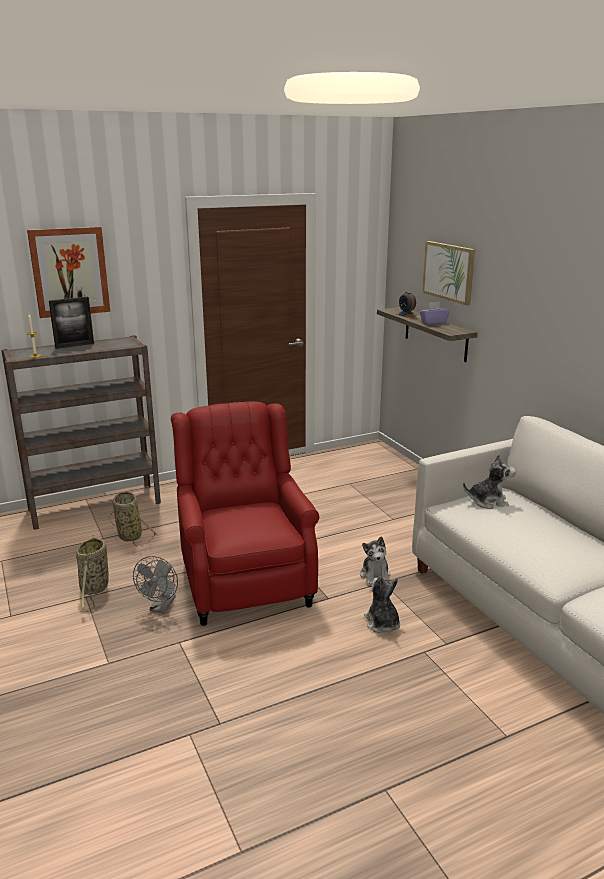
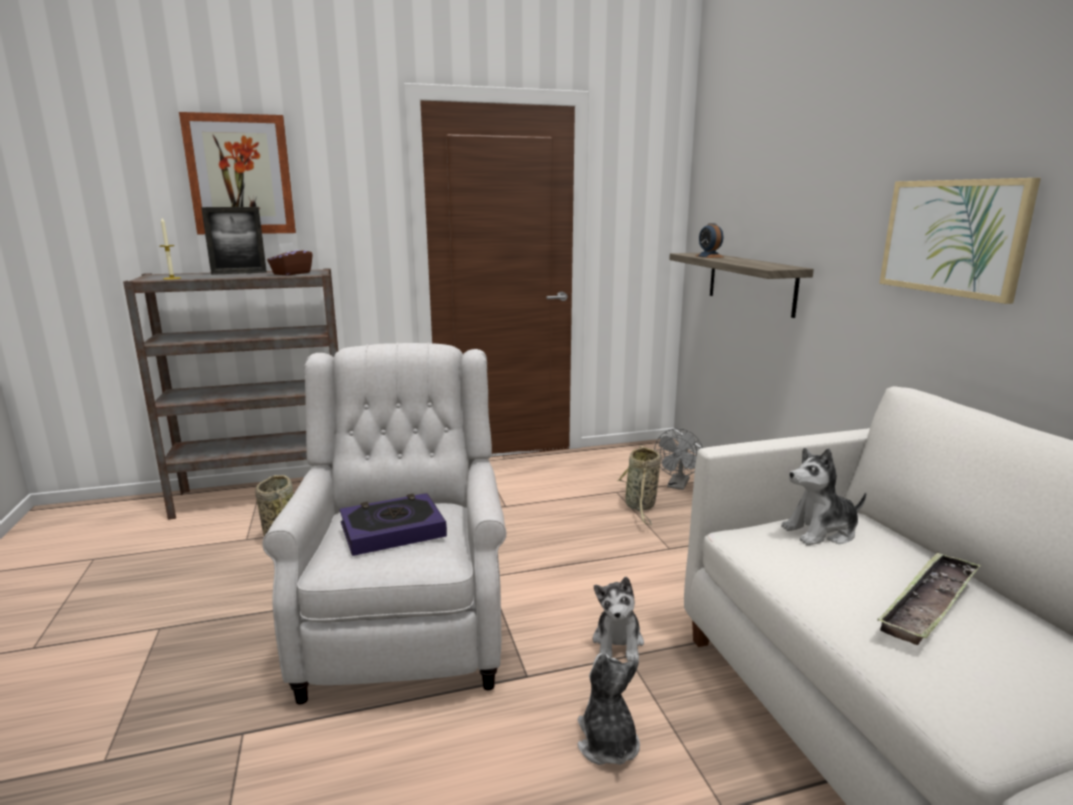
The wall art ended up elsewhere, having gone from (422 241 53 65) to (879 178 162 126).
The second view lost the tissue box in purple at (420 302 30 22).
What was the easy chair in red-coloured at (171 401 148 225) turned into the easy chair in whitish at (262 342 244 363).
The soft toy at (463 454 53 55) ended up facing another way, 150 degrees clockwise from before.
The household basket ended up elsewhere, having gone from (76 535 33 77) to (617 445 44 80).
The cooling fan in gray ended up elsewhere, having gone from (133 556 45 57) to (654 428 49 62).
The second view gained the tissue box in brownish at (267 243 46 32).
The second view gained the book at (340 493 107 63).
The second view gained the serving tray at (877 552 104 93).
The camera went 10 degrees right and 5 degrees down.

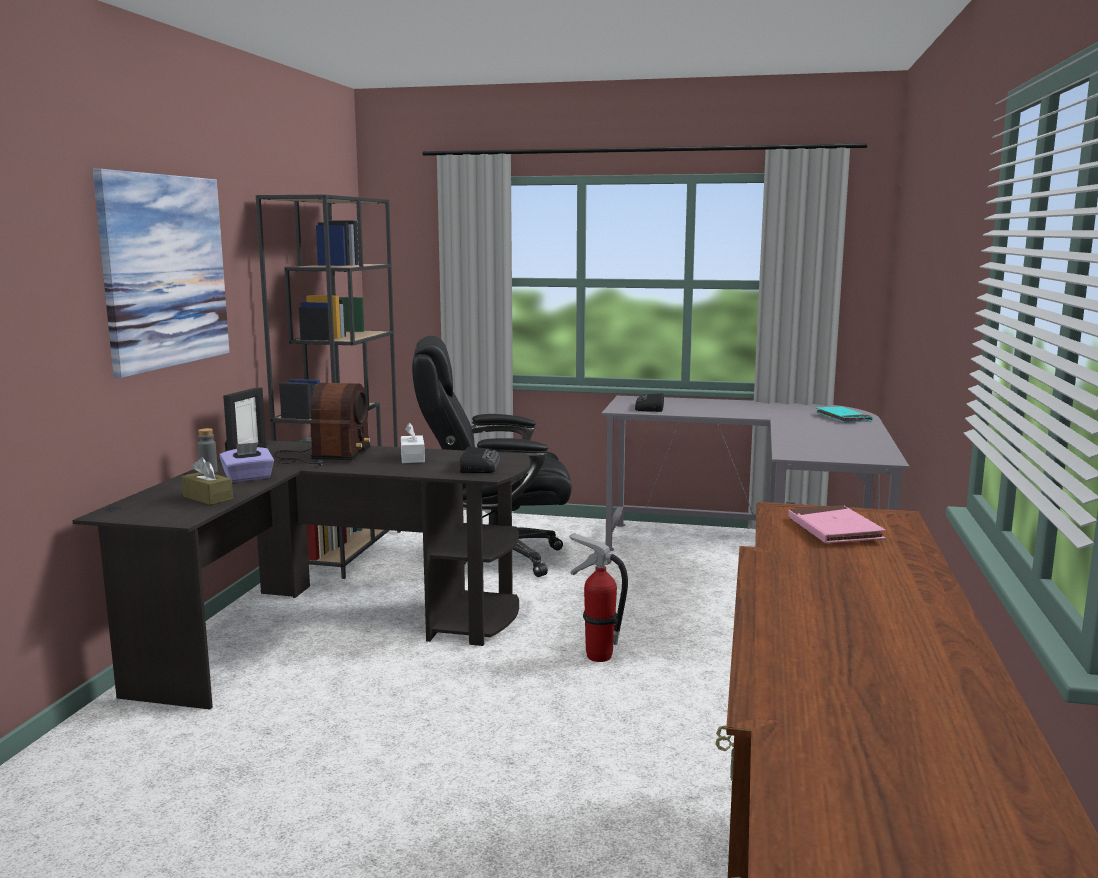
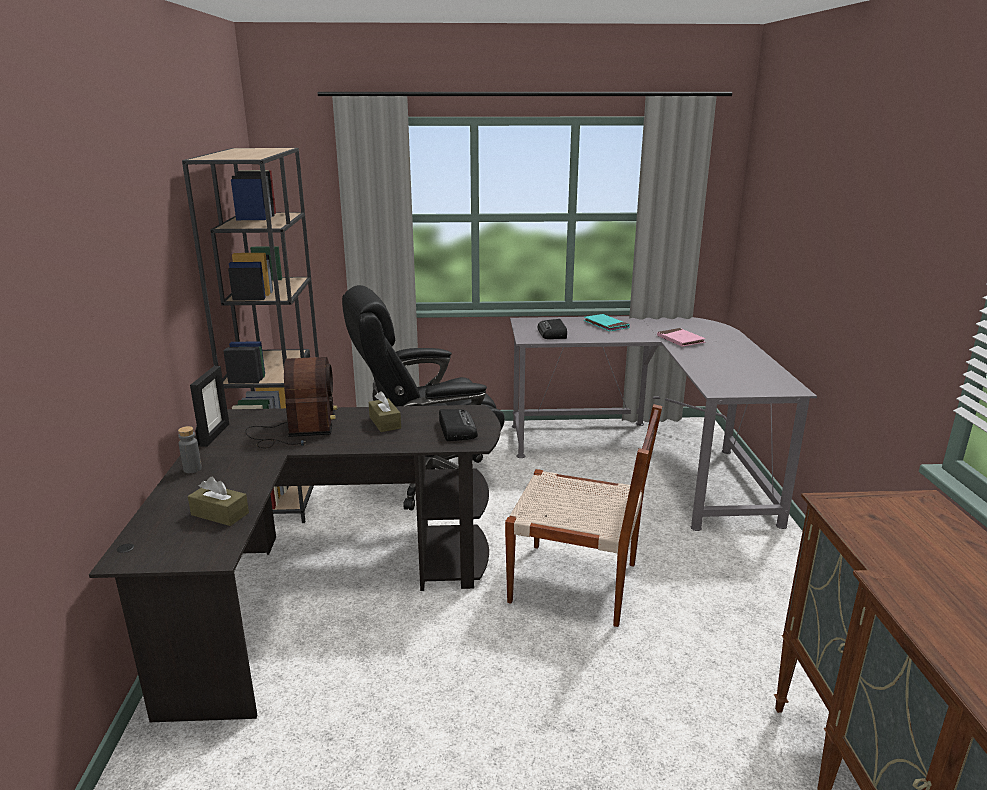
The second view lost the wall art at (93 169 136 209).
The book in turquoise ended up elsewhere, having gone from (815 407 58 16) to (584 314 46 18).
What was the tissue box in whitish at (401 423 24 40) turned into the tissue box in brownish at (369 391 32 41).
The second view lost the tissue box in purple at (219 442 55 40).
The book in pink-coloured ended up elsewhere, having gone from (788 505 98 39) to (657 328 48 19).
Where the fire-fighting cylinder stood at (569 533 59 129), the chair came to stand at (505 404 158 223).
The camera went 15 degrees left and 10 degrees up.

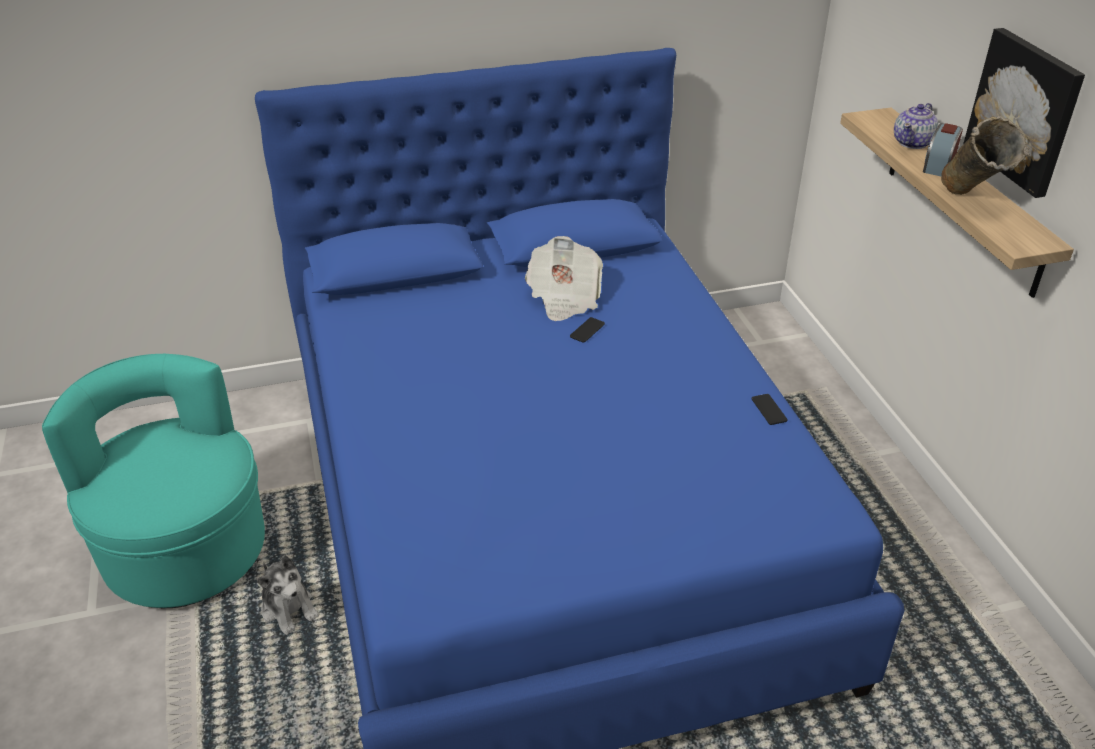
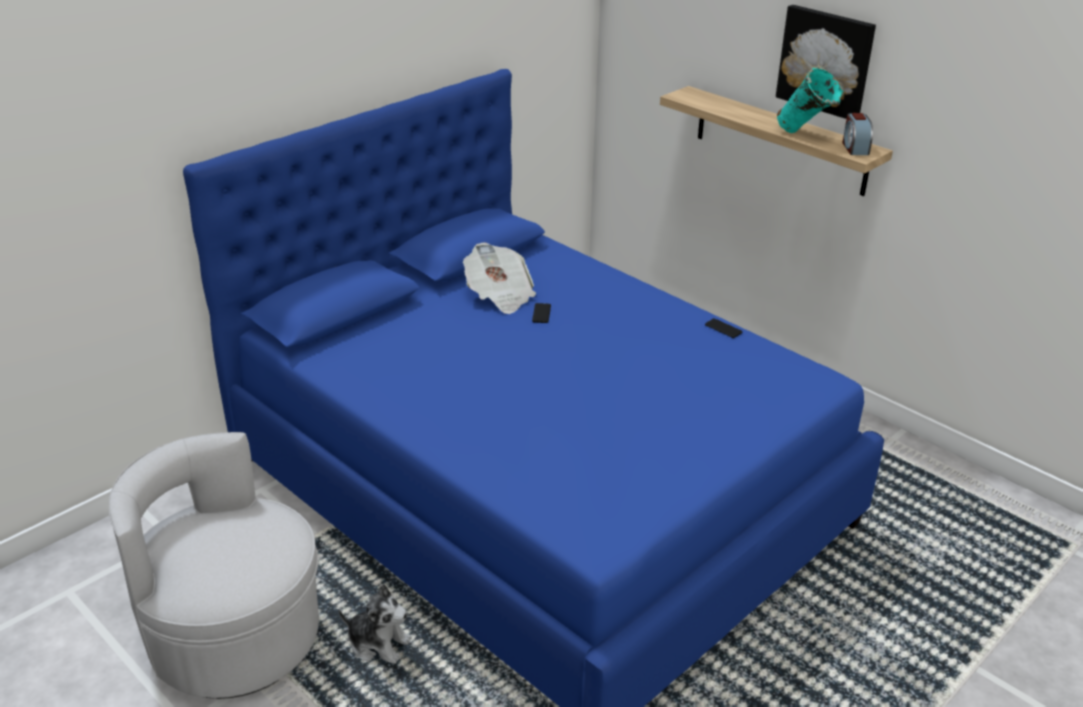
The second view lost the teapot at (894 103 45 46).
What was the decorative vase in beige at (941 116 89 79) turned into the decorative vase in turquoise at (777 67 67 66).
The alarm clock ended up elsewhere, having gone from (923 123 40 54) to (843 113 30 42).
What was the easy chair in turquoise at (42 354 223 254) turned into the easy chair in whitish at (109 432 210 267).
The camera went 30 degrees left and 5 degrees down.

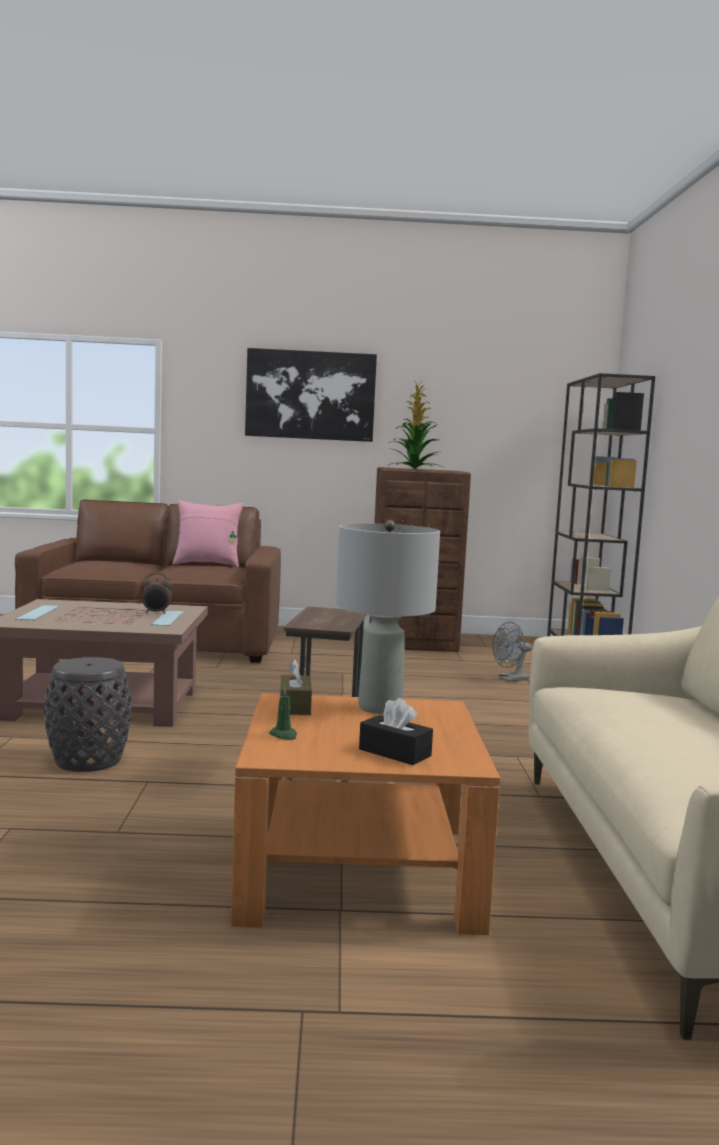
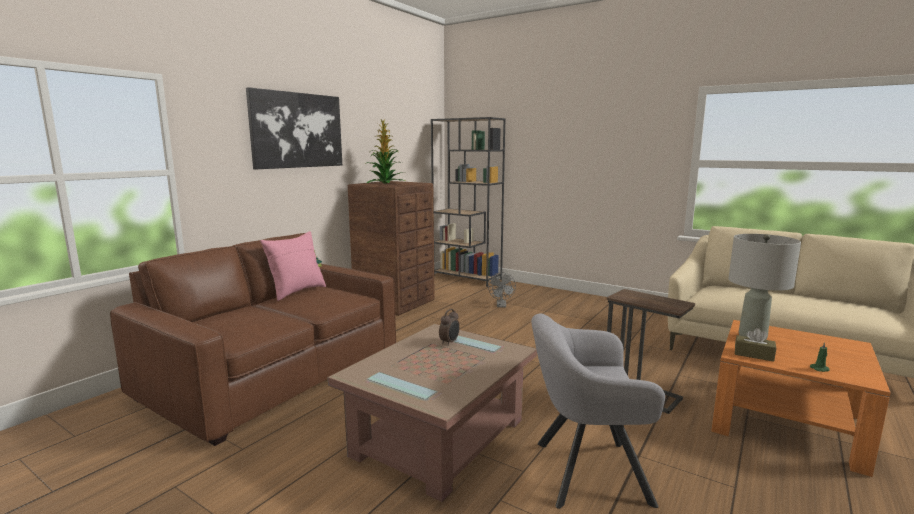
Where the stool in gray stood at (44 657 88 115), the easy chair in gray came to stand at (531 313 134 196).
The second view lost the tissue box in black at (359 698 74 67).
The camera went 55 degrees left and 5 degrees up.

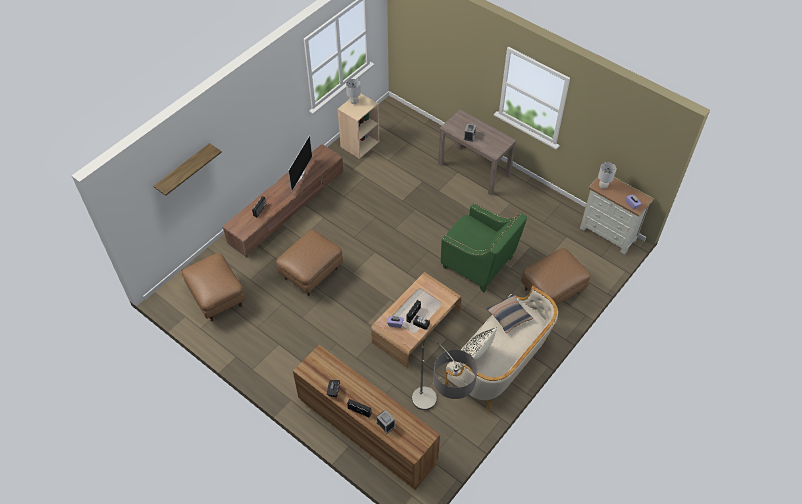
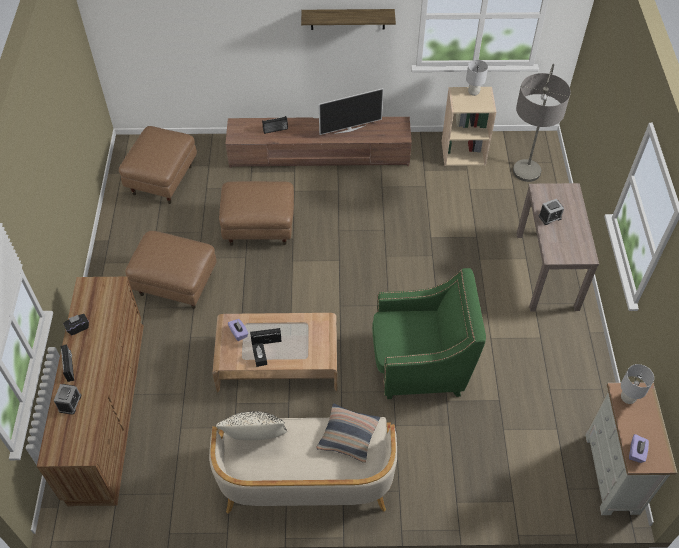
The wall shelf ended up elsewhere, having gone from (153 143 69 53) to (301 9 95 21).
The easy chair in greenish at (440 203 87 89) ended up facing another way, 90 degrees counterclockwise from before.
The pouffe in brownish ended up elsewhere, having gone from (521 248 70 57) to (125 231 91 78).
The standard lamp ended up elsewhere, having gone from (412 338 65 72) to (513 64 58 118).
The camera went 50 degrees right and 0 degrees up.

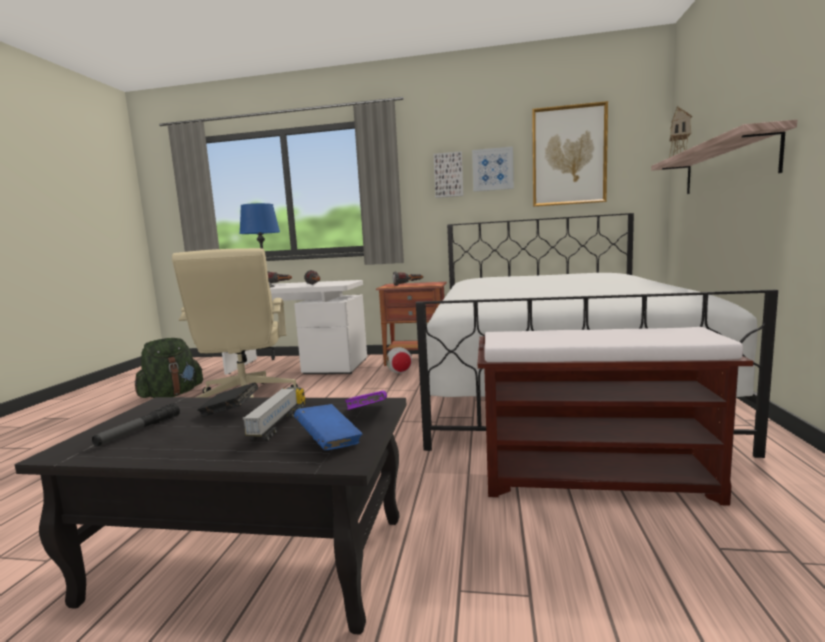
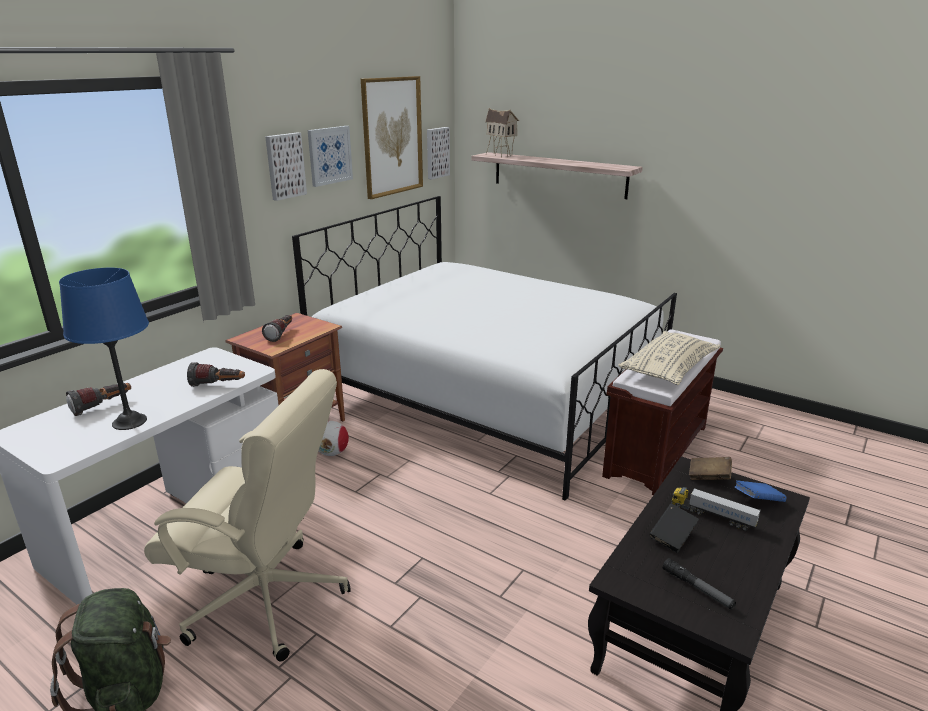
What was the book in purple at (344 391 43 19) turned into the book in brownish at (689 457 43 23).
The second view gained the wall art at (427 127 23 52).
The second view gained the cushion in beige at (618 331 102 54).
The camera went 65 degrees left and 15 degrees up.

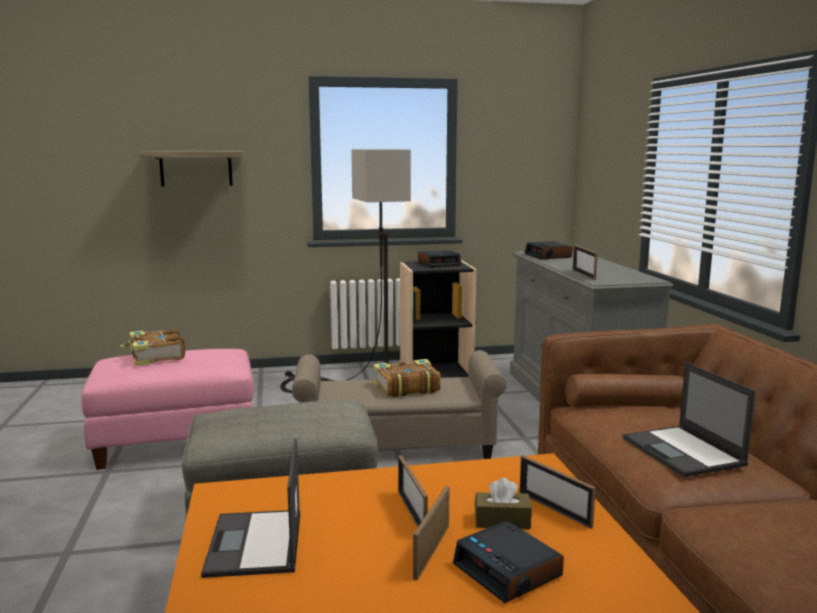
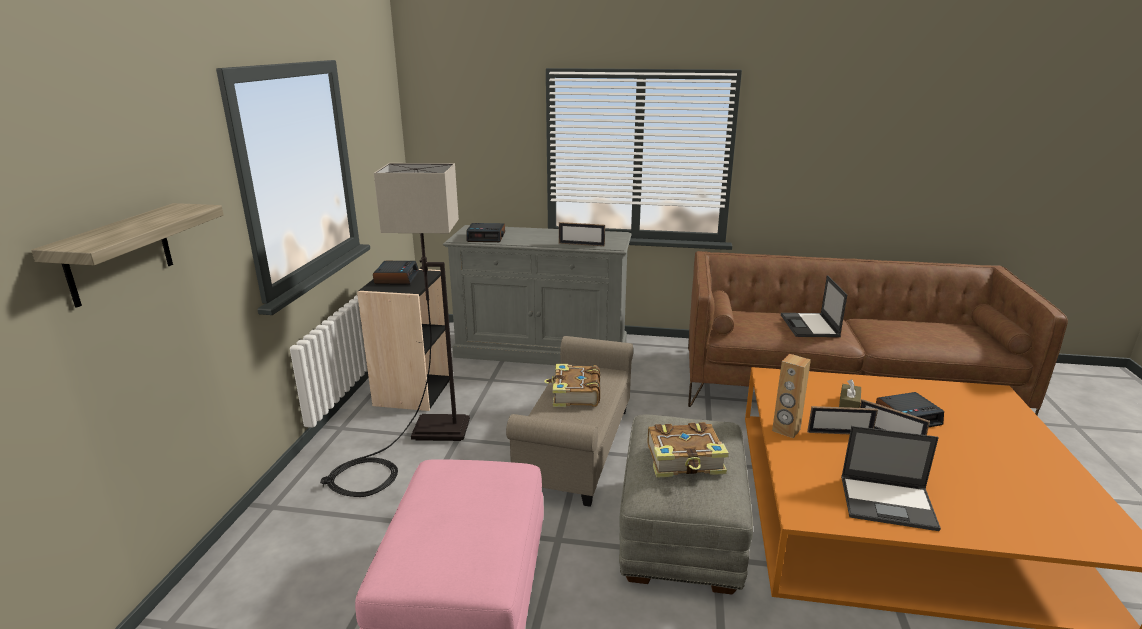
The book ended up elsewhere, having gone from (120 328 65 38) to (648 422 81 56).
The portable computer at (623 362 133 115) ended up facing another way, 90 degrees clockwise from before.
The second view lost the picture frame at (519 455 77 74).
The second view gained the speaker in brownish at (772 354 39 84).
The camera went 70 degrees left and 10 degrees up.

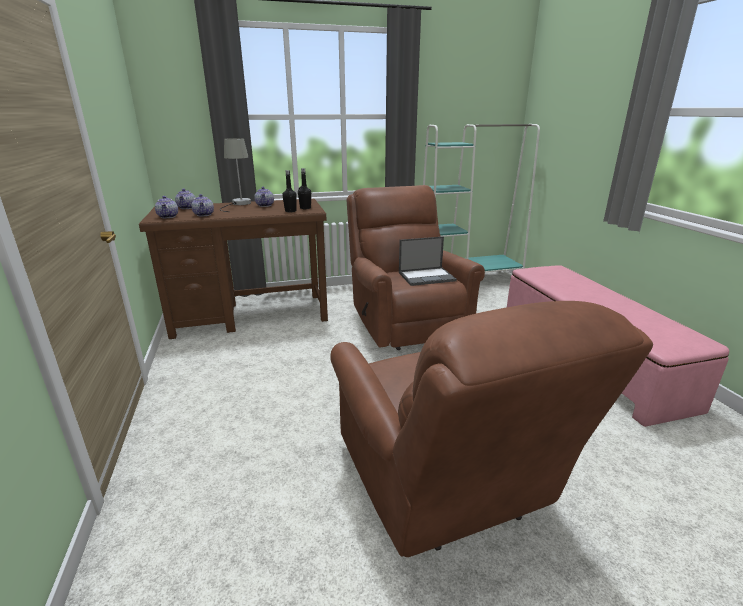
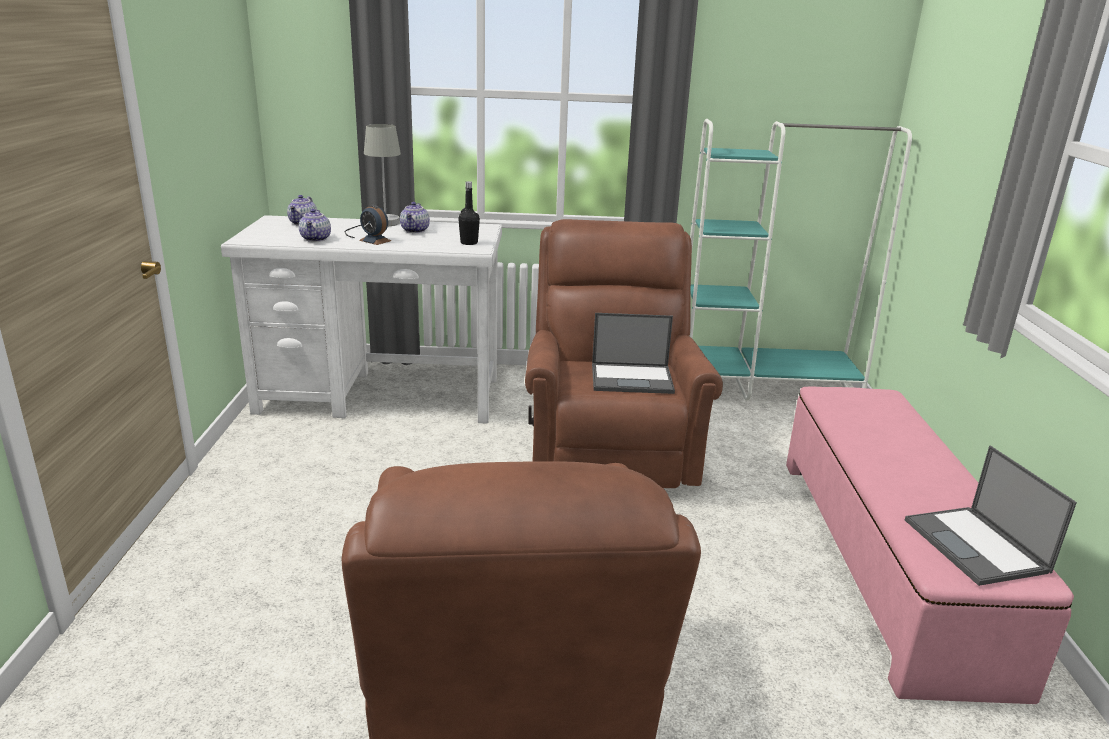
The second view lost the drink bottle in black at (282 170 15 42).
The second view lost the teapot at (155 196 23 22).
What was the desk in brownish at (139 199 189 140) turned into the desk in whitish at (221 215 281 209).
The second view gained the alarm clock at (359 205 32 40).
The second view gained the portable computer at (905 445 172 141).
The camera went 15 degrees right and 0 degrees up.

